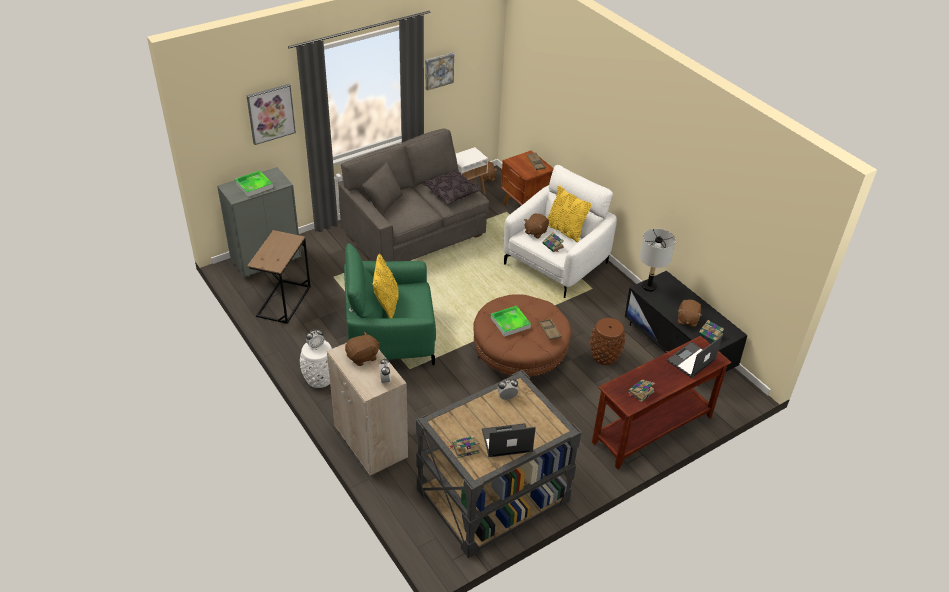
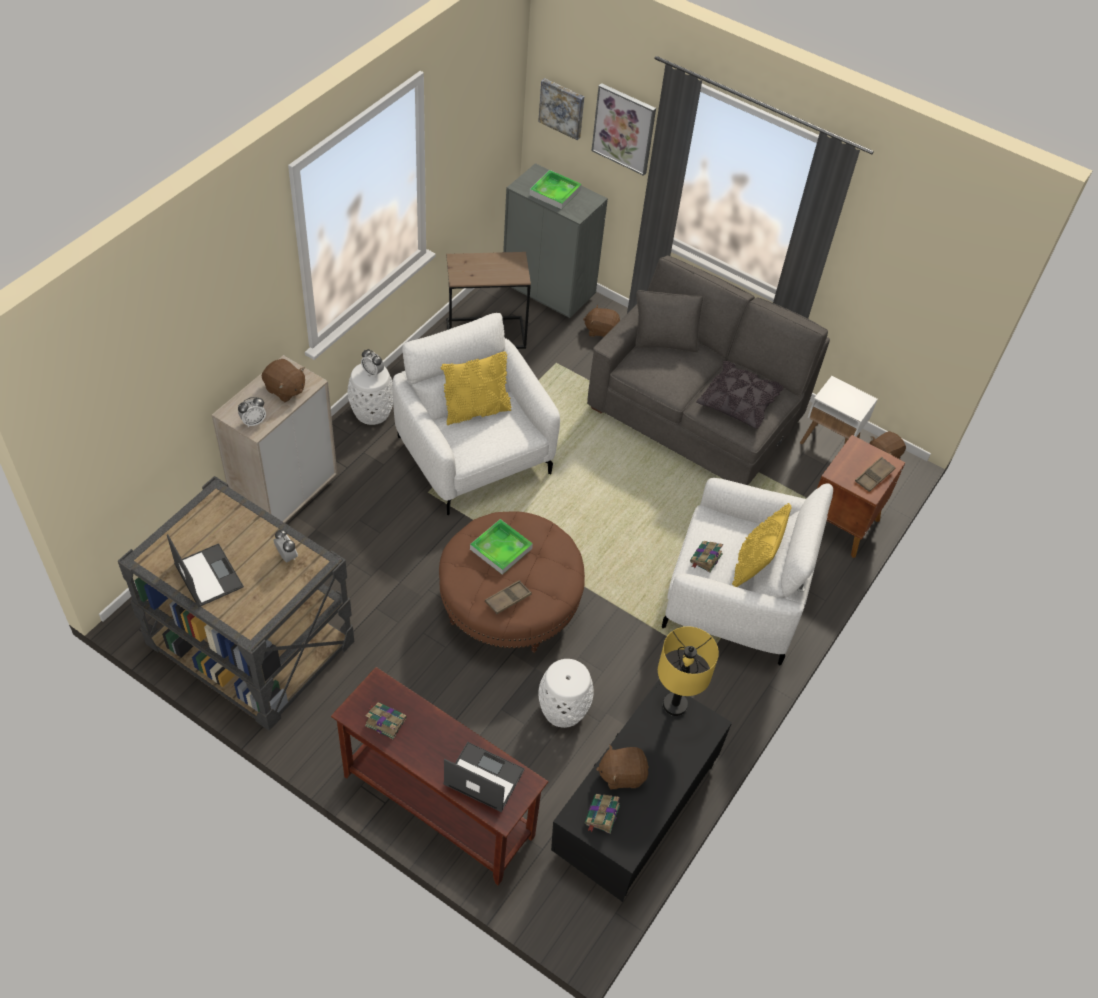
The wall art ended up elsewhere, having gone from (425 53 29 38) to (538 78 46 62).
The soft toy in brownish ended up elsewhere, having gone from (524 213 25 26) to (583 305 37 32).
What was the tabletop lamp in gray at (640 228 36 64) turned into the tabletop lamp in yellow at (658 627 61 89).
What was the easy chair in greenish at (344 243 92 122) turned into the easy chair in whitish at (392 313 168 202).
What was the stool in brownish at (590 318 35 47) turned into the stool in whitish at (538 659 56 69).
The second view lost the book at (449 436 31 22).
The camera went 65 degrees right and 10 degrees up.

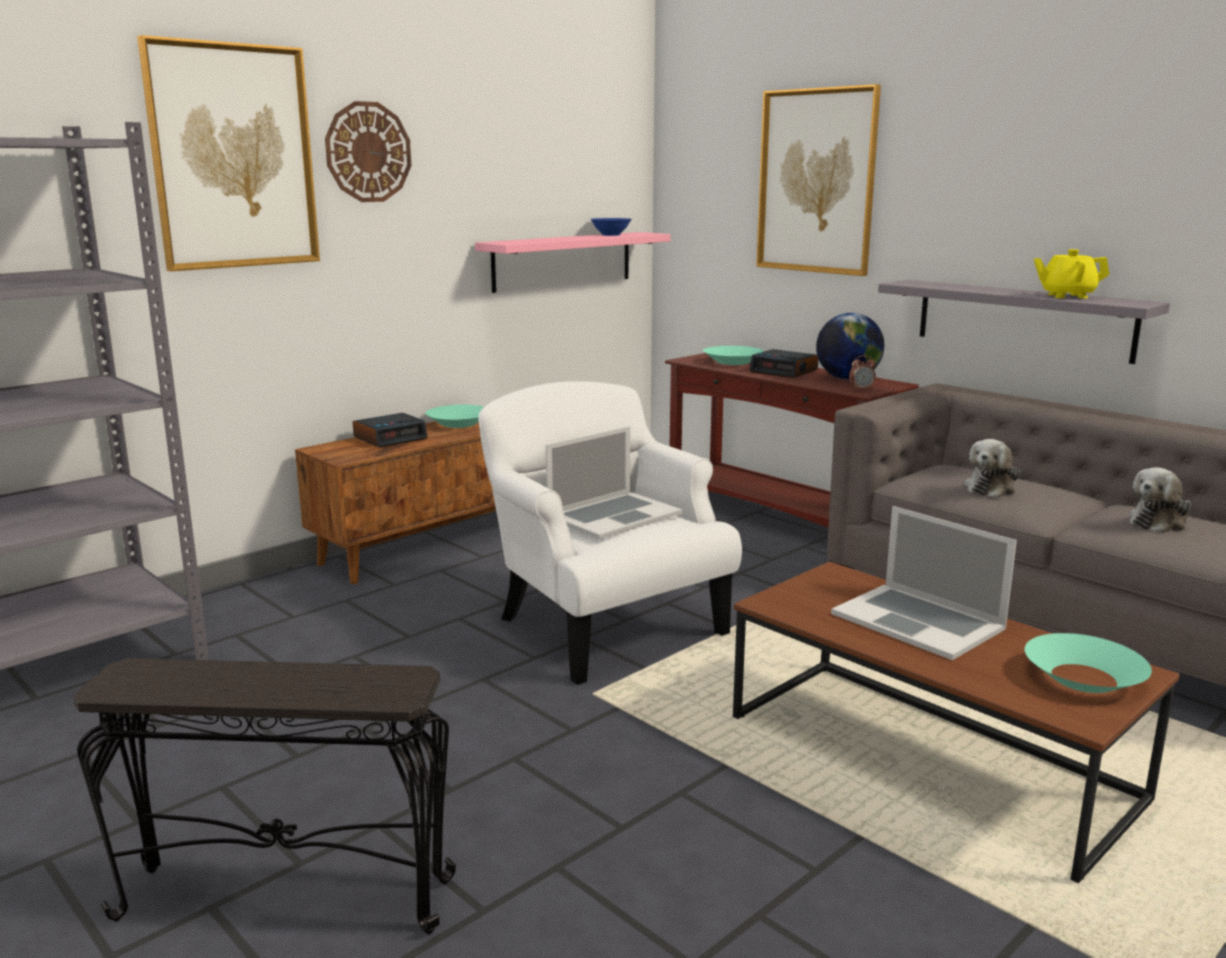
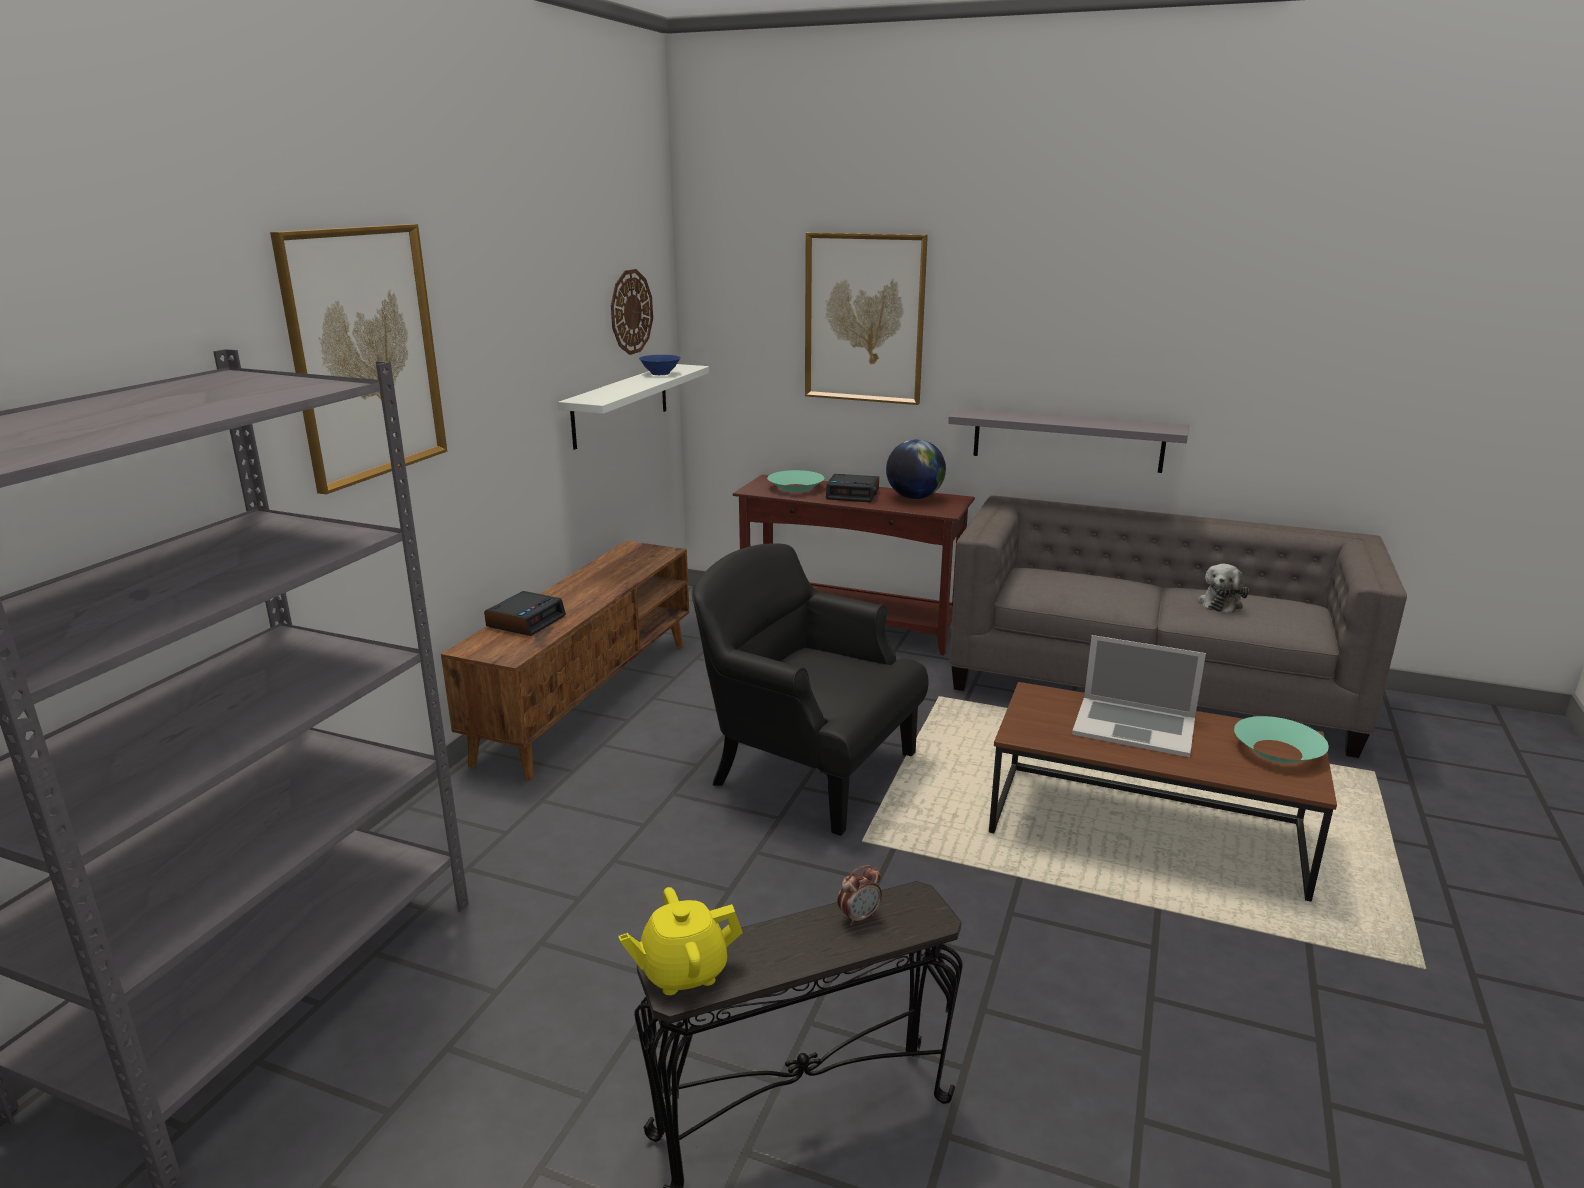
The hanging clock ended up elsewhere, having gone from (325 101 86 101) to (611 269 42 86).
What was the wall shelf in pink-coloured at (475 232 196 61) turned into the wall shelf in whitish at (558 364 151 86).
The teapot in yellow ended up elsewhere, having gone from (1034 249 75 49) to (618 887 125 108).
The alarm clock ended up elsewhere, having gone from (849 355 27 35) to (837 865 45 60).
What was the easy chair in whitish at (478 381 264 304) turned into the easy chair in black at (692 544 237 292).
The second view lost the deep dish in turquoise at (425 405 59 23).
The second view lost the portable computer at (546 426 136 113).
The second view lost the soft toy at (964 439 56 59).
The camera went 25 degrees left and 5 degrees up.

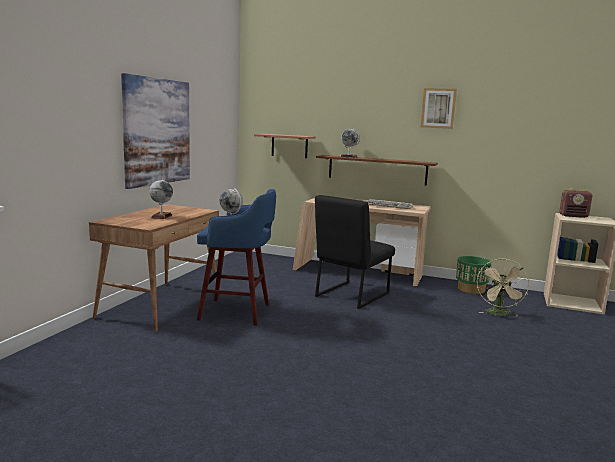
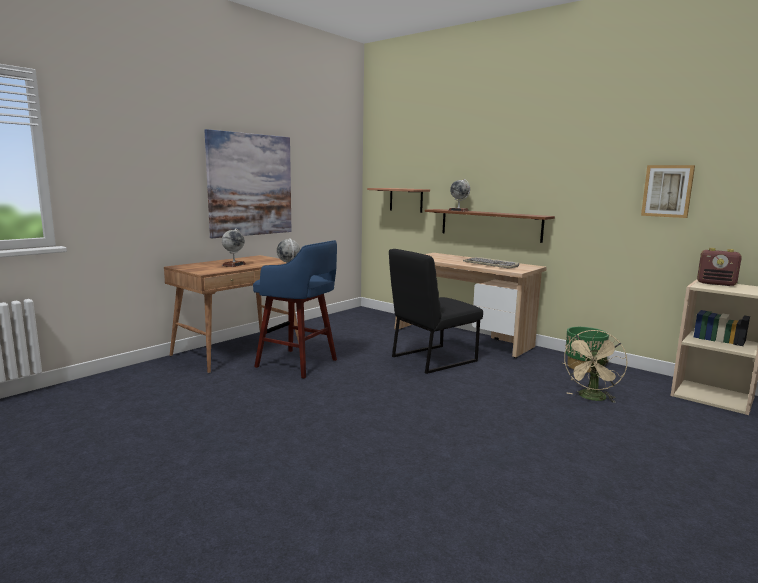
The wall art ended up elsewhere, having gone from (421 88 36 41) to (641 165 54 53).
The camera went 20 degrees right and 0 degrees up.

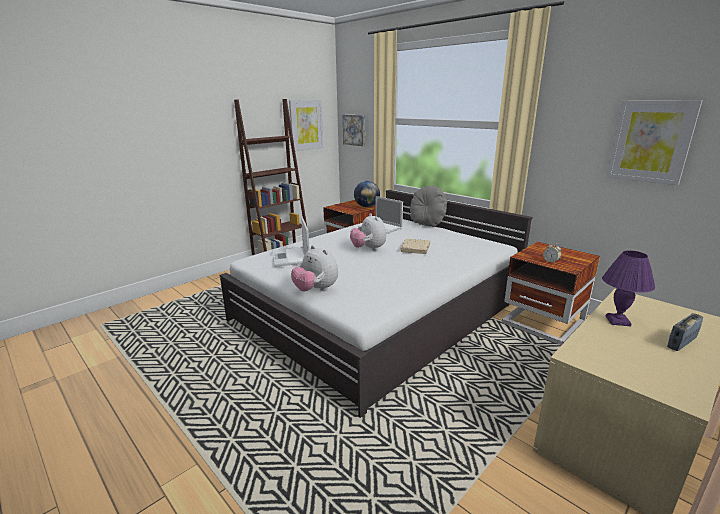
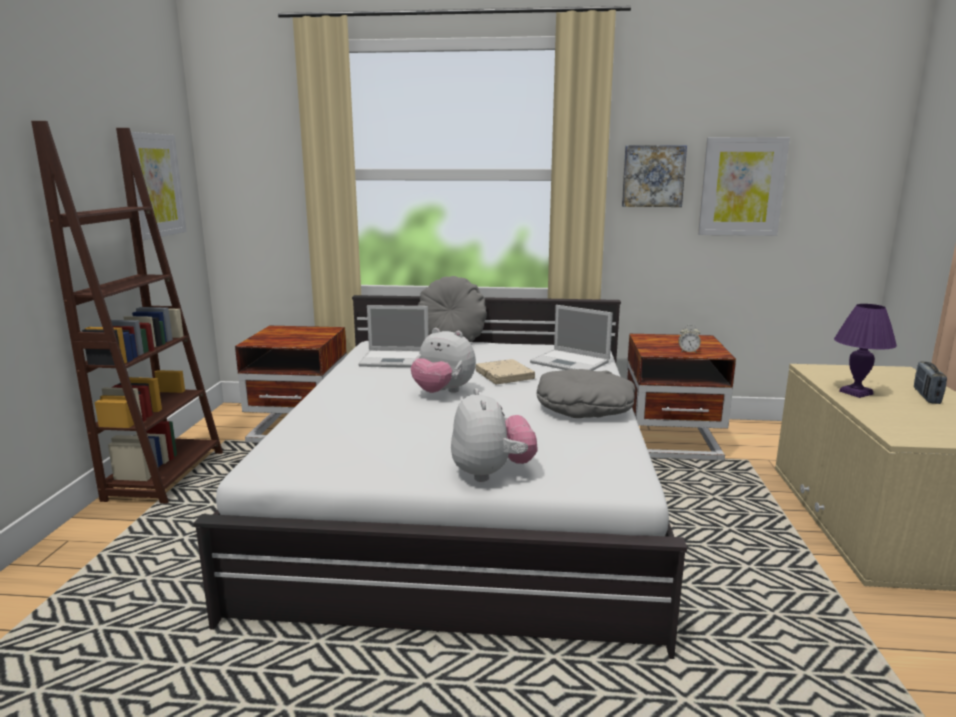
The wall art ended up elsewhere, having gone from (342 115 23 31) to (622 145 65 62).
The second view lost the desk globe at (354 181 26 26).
The portable computer ended up elsewhere, having gone from (272 217 38 50) to (530 305 83 66).
The soft toy at (291 245 47 46) ended up facing another way, 105 degrees counterclockwise from before.
The second view gained the cushion in gray at (536 369 99 49).
The camera went 40 degrees left and 5 degrees down.

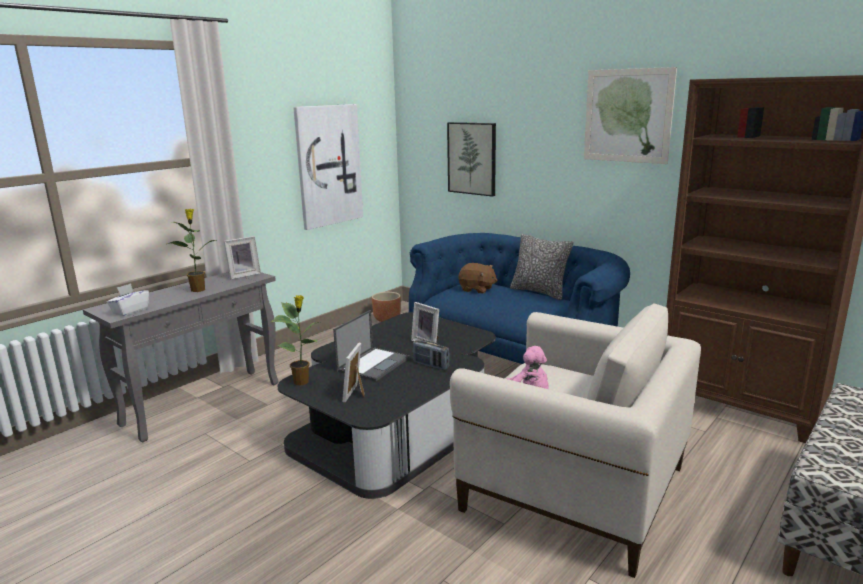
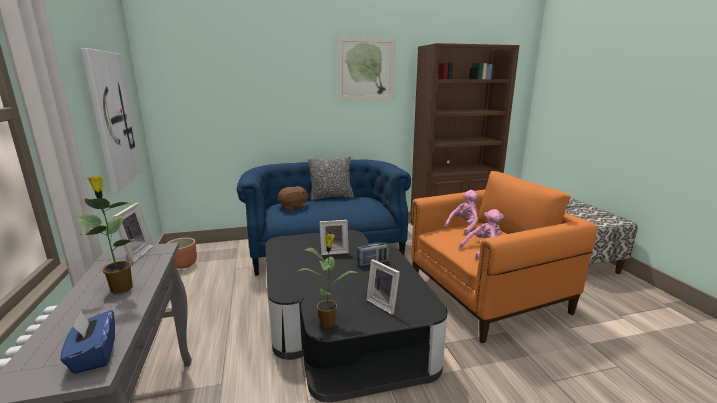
The second view lost the wall art at (447 122 49 75).
What was the tissue box in whitish at (107 283 42 33) turned into the tissue box in blue-coloured at (60 310 55 64).
What was the easy chair in beige at (450 303 251 275) turned into the easy chair in orange at (412 171 185 172).
The second view lost the portable computer at (333 310 77 72).
The second view gained the soft toy in pink-coloured at (445 190 33 45).
The camera went 55 degrees left and 0 degrees up.

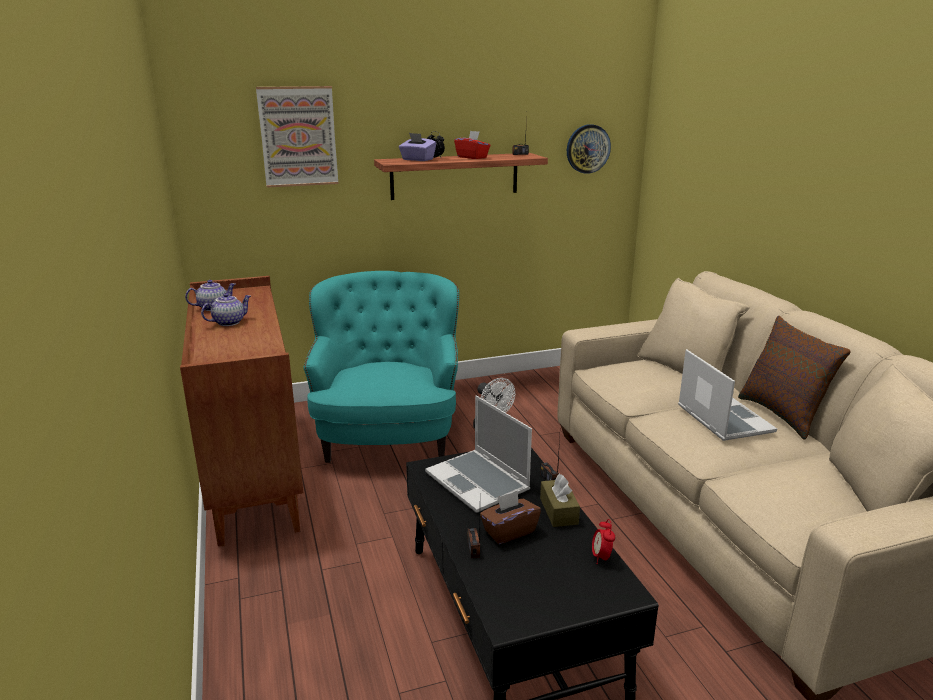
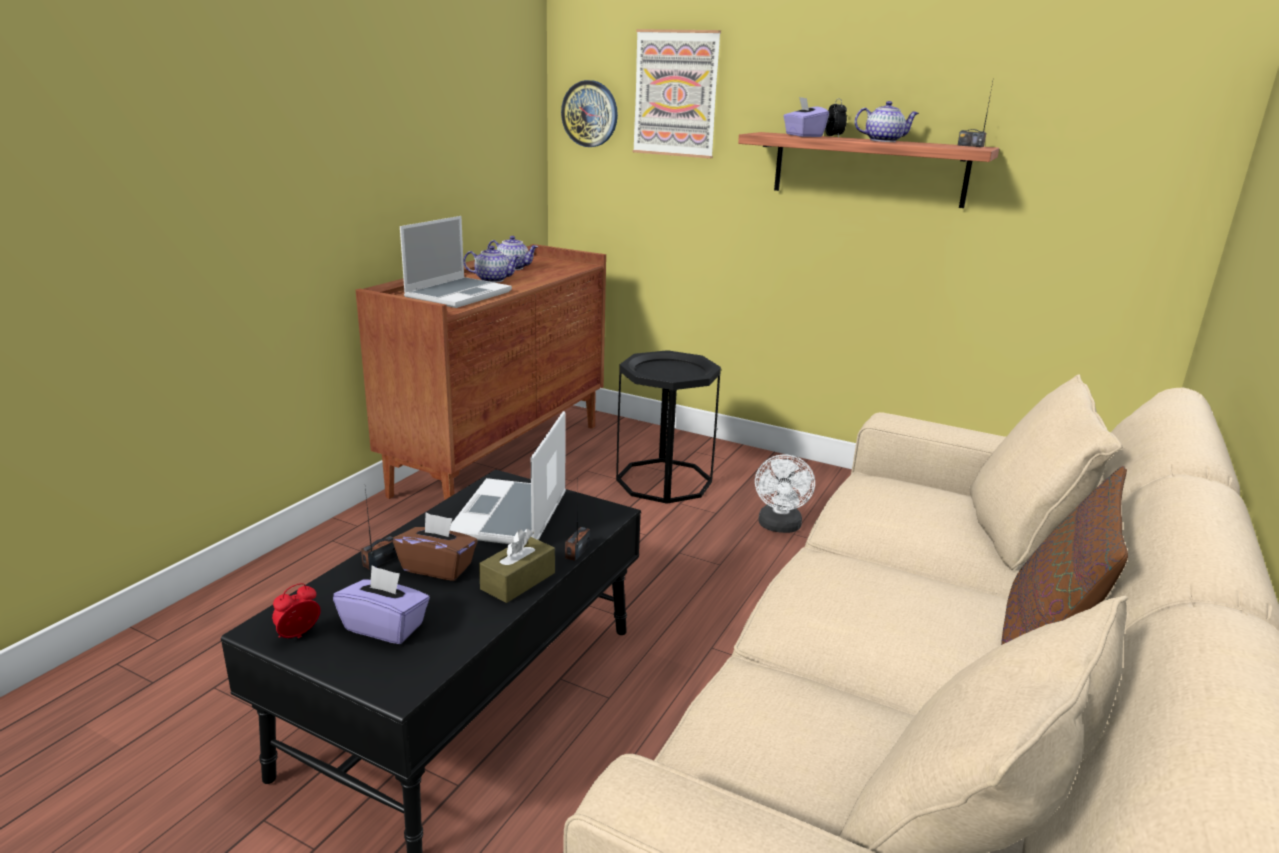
The hanging clock ended up elsewhere, having gone from (567 124 44 50) to (561 80 57 67).
Where the tissue box in red-coloured stood at (454 131 37 28), the teapot came to stand at (854 101 65 41).
Where the easy chair in turquoise stood at (303 271 156 192), the end table in black came to stand at (616 350 105 154).
The portable computer ended up elsewhere, having gone from (678 349 99 92) to (400 216 112 92).
The alarm clock ended up elsewhere, having gone from (592 519 23 45) to (272 583 49 55).
The second view gained the tissue box in purple at (333 565 97 79).
The camera went 45 degrees right and 0 degrees up.

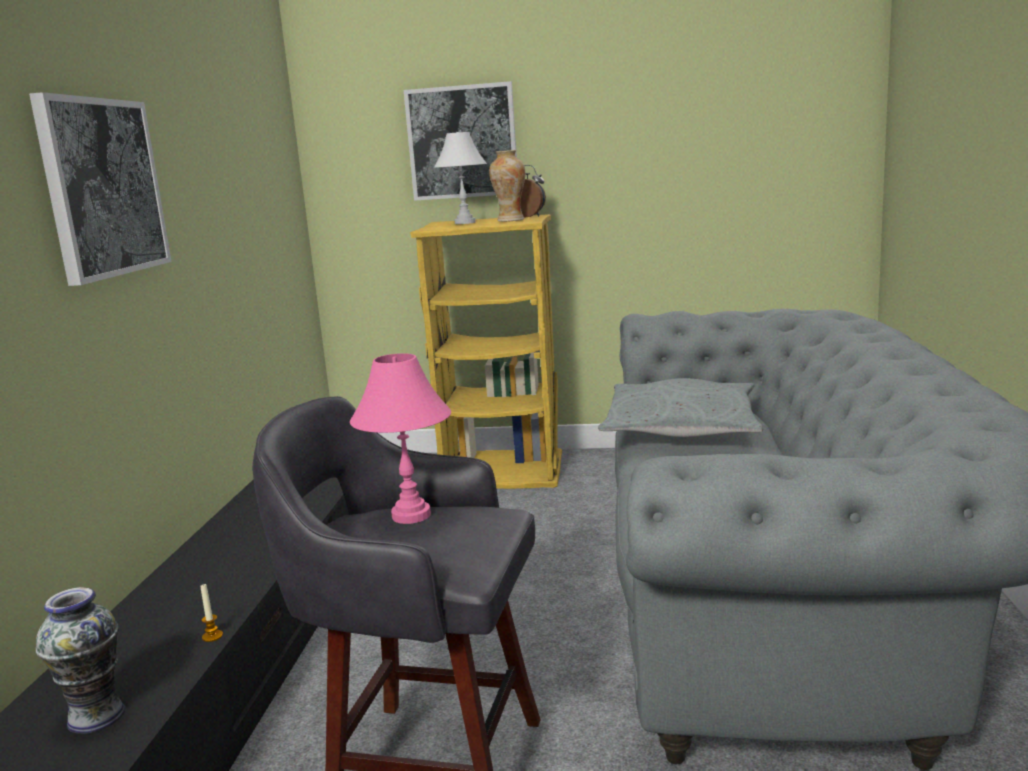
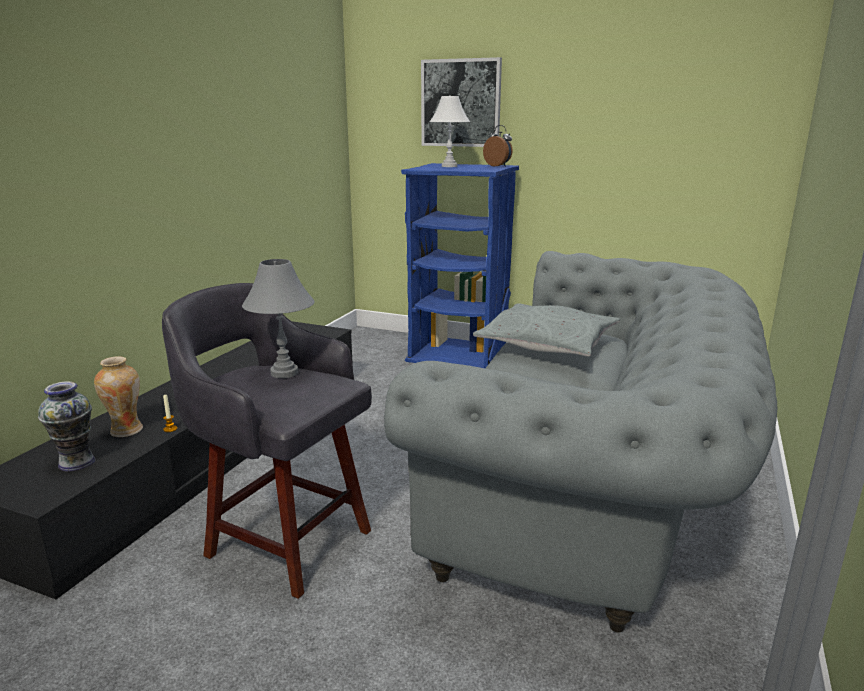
The second view lost the wall art at (29 92 142 194).
The decorative vase ended up elsewhere, having gone from (489 150 36 72) to (94 356 49 81).
What was the bookcase in yellow at (410 214 152 275) turned into the bookcase in blue-coloured at (401 163 118 205).
What was the tabletop lamp in pink-coloured at (350 353 101 171) turned into the tabletop lamp in gray at (242 259 73 119).
The camera went 15 degrees right and 5 degrees up.

